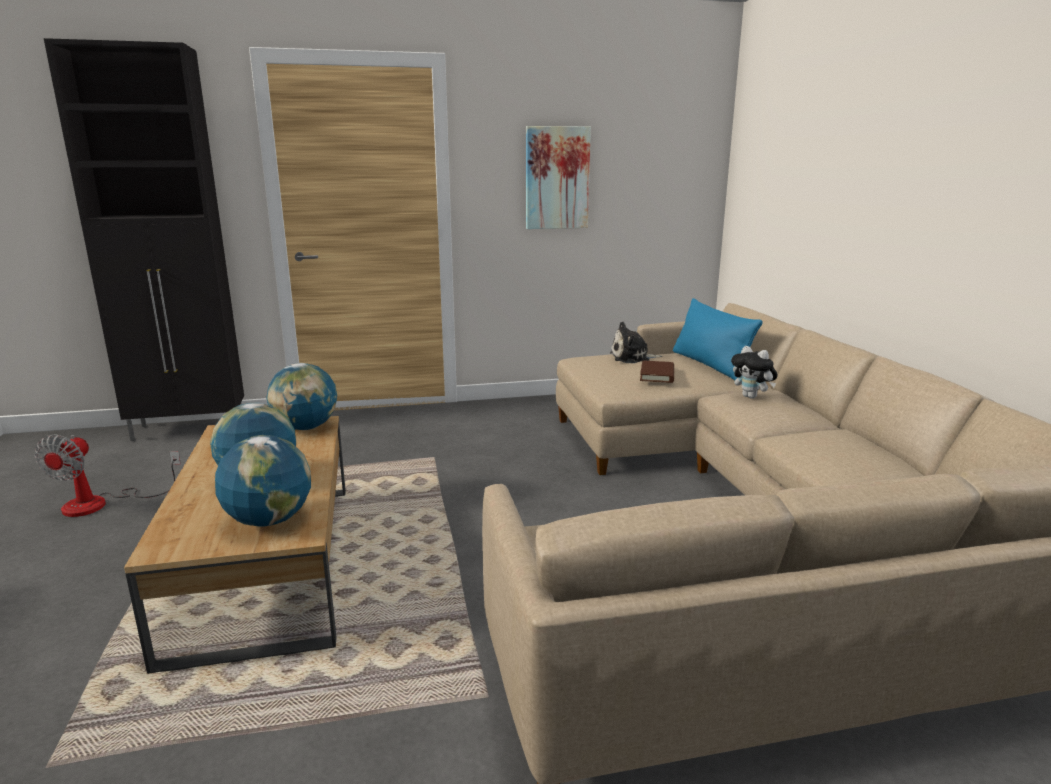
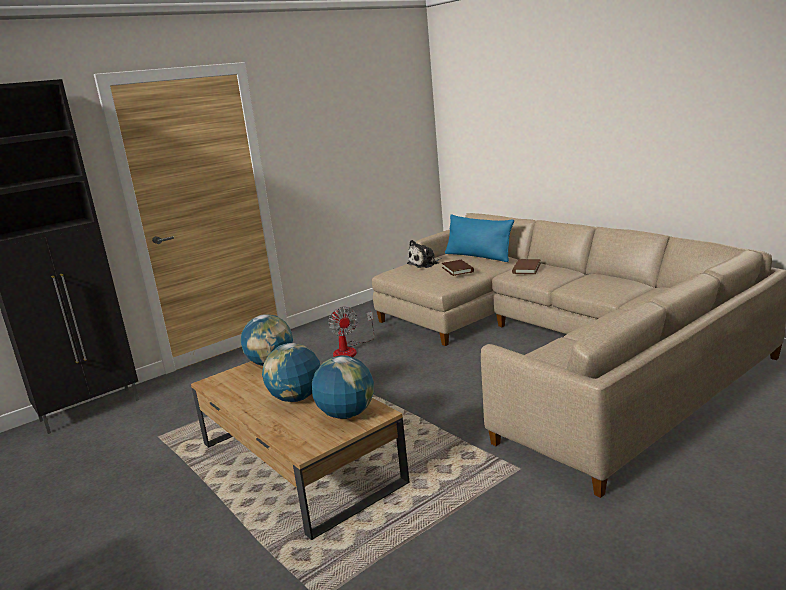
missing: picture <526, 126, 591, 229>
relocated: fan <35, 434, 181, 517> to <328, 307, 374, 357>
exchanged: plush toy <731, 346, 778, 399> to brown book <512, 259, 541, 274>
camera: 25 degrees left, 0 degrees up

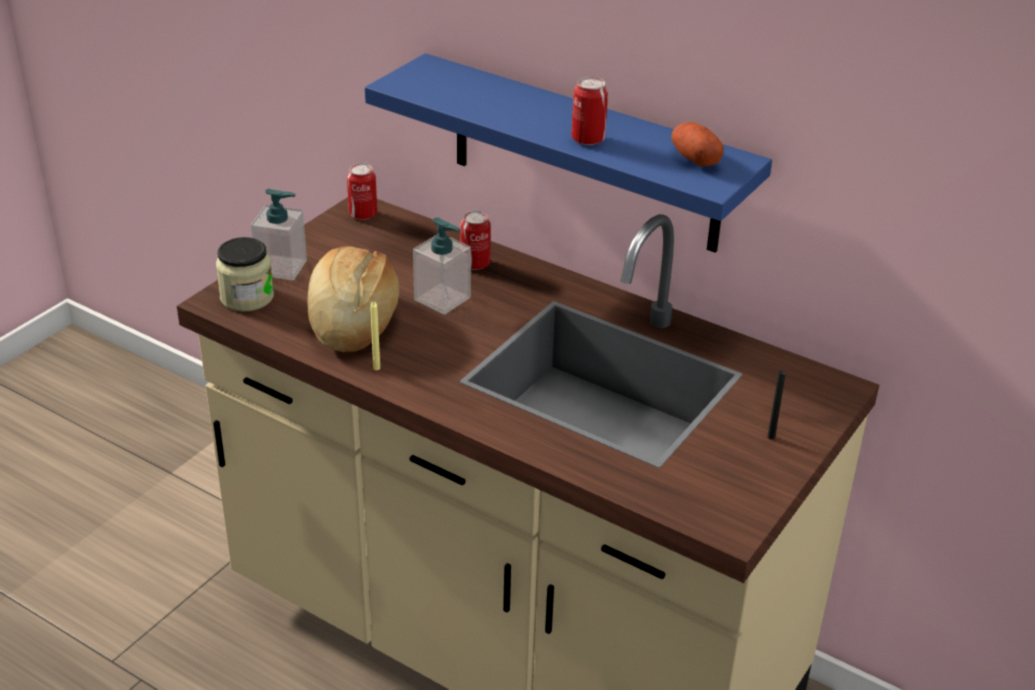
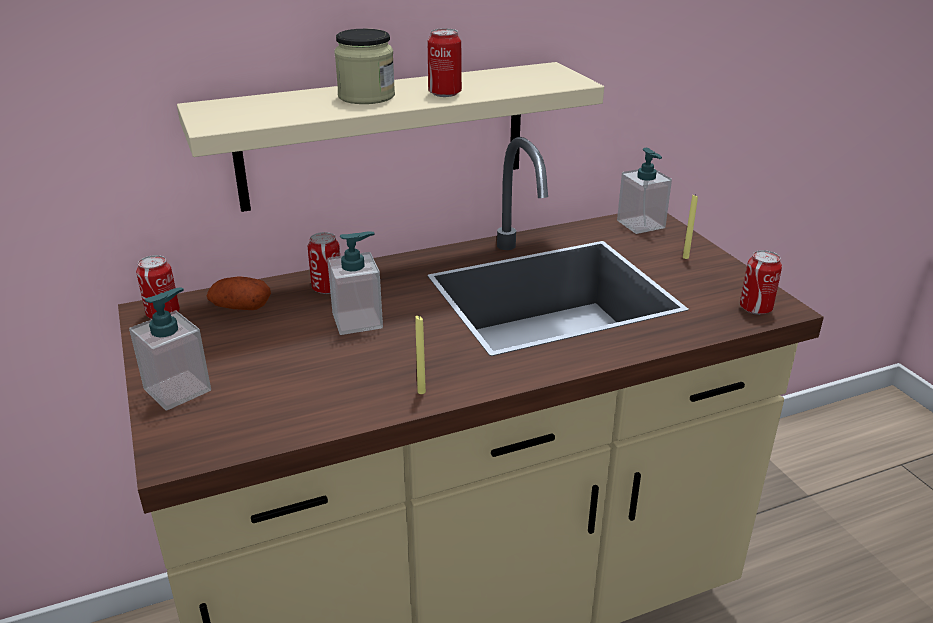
missing: bread <307, 246, 399, 352>
appeared: soap dispenser <617, 148, 672, 234>; can <740, 250, 782, 315>
relocated: jar <216, 237, 274, 312> to <334, 29, 395, 104>; potato <671, 122, 724, 167> to <207, 276, 271, 310>
colour: blue shelf <365, 53, 772, 253> to beige shelf <177, 62, 604, 212>; black candle <767, 370, 785, 439> to yellow candle <683, 194, 698, 259>
camera: 55 degrees left, 5 degrees down

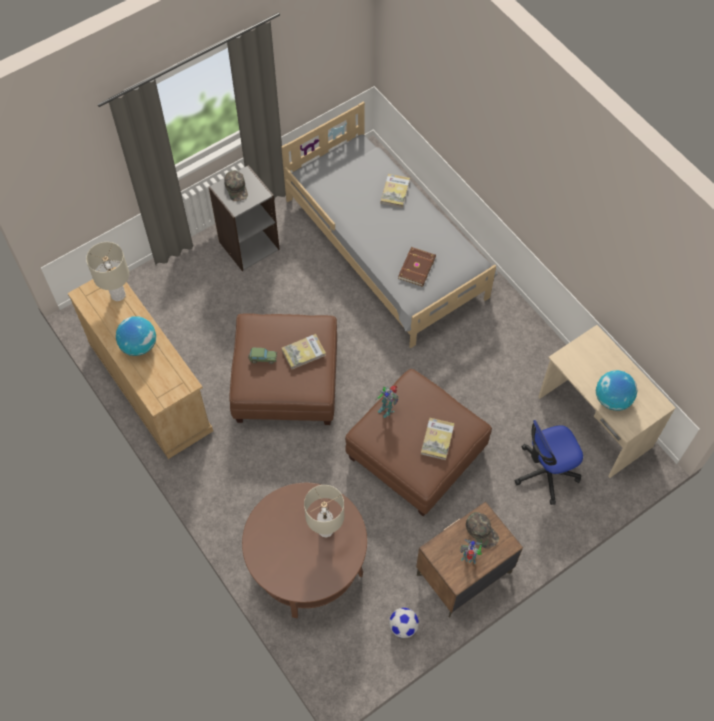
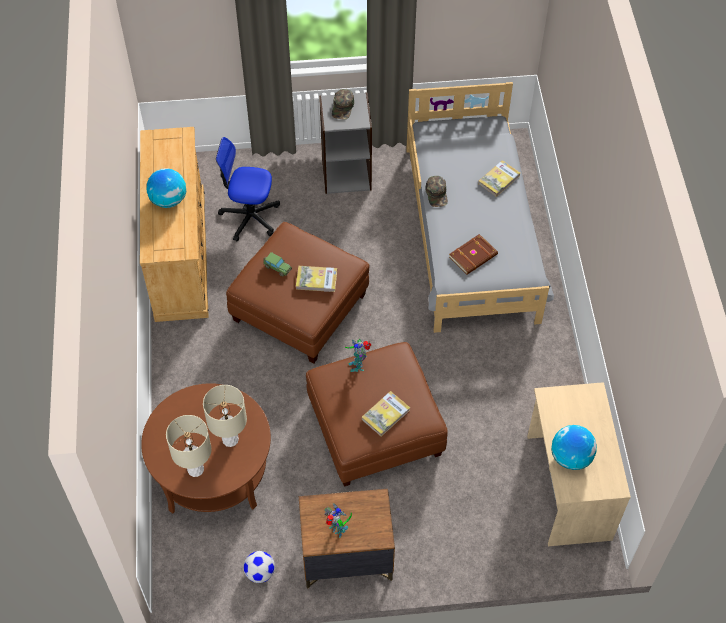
relocated: beige table lamp <86, 242, 129, 301> to <166, 415, 212, 477>; green cap <466, 512, 499, 549> to <425, 176, 448, 207>; office chair <514, 420, 583, 505> to <216, 137, 280, 241>
camera: 30 degrees right, 5 degrees down

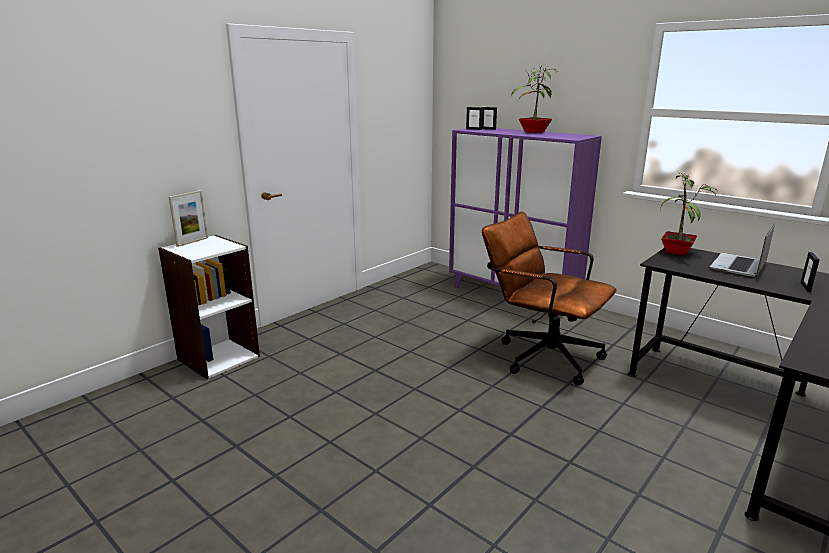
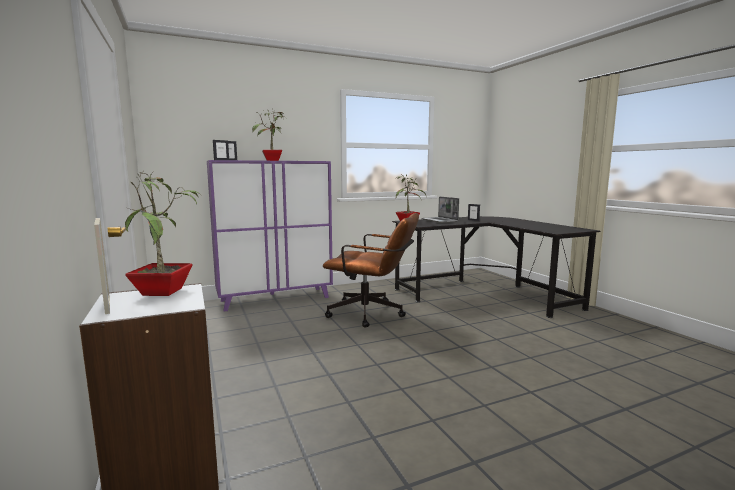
appeared: potted plant <125, 171, 201, 296>
spun: brown office chair <482, 212, 617, 386> = <323, 213, 419, 328> 135 degrees counterclockwise
camera: 65 degrees left, 10 degrees down

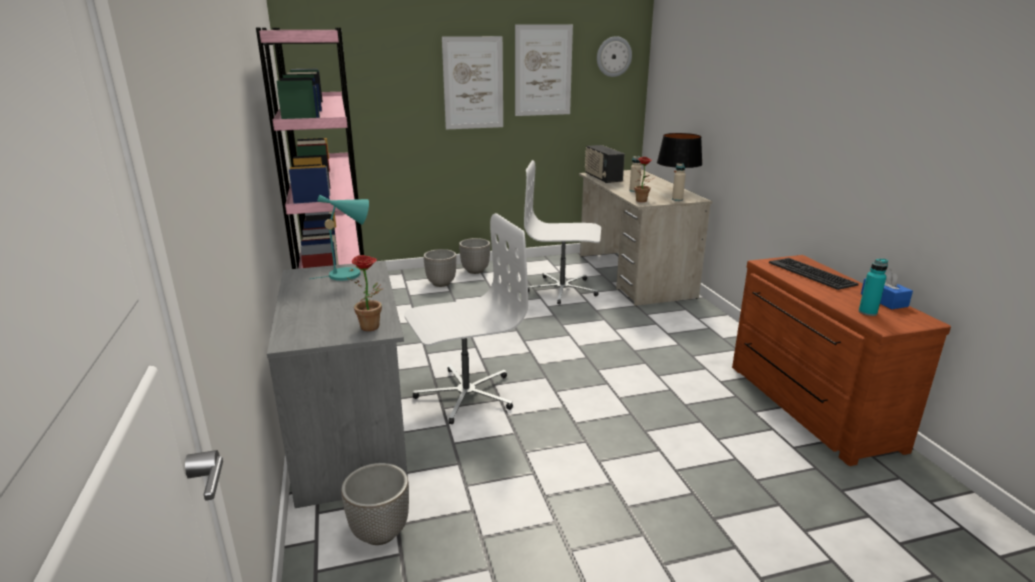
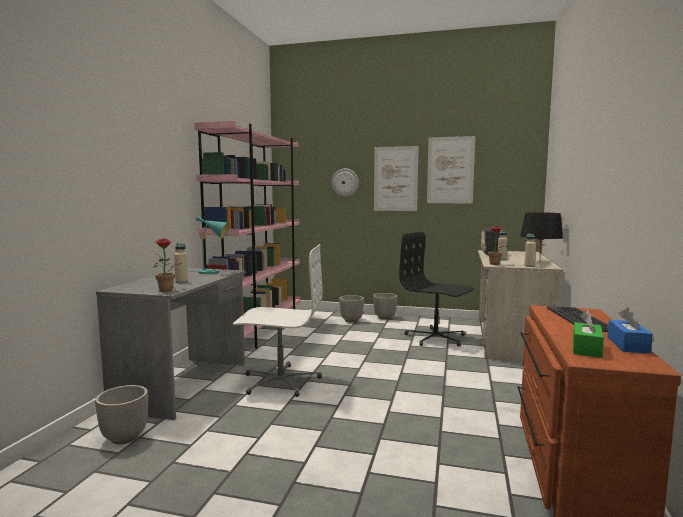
appeared: beige bottle <174, 243, 188, 283>
relocated: wall clock <597, 36, 632, 77> to <332, 168, 359, 197>
exchanged: turquoise bottle <859, 259, 888, 316> to green tissue box <573, 310, 604, 358>
colour: white office chair <524, 160, 601, 304> to black office chair <399, 231, 474, 347>
camera: 30 degrees right, 15 degrees down

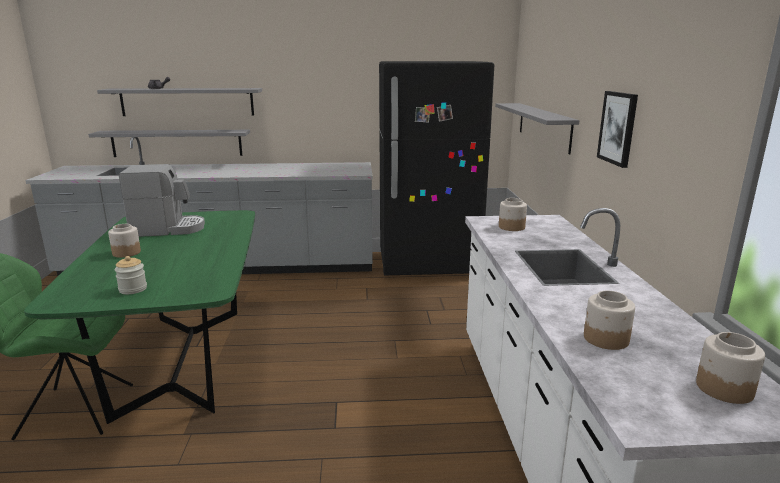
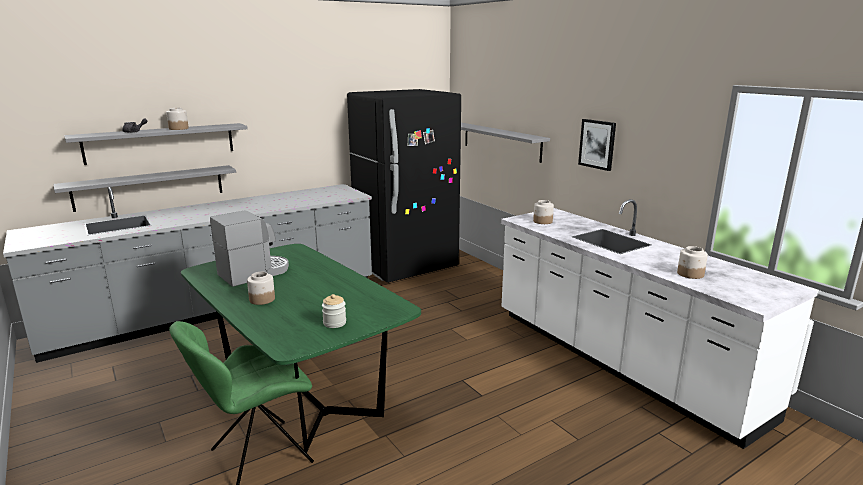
relocated: jar <696, 332, 765, 404> to <166, 108, 189, 130>
camera: 30 degrees left, 0 degrees up

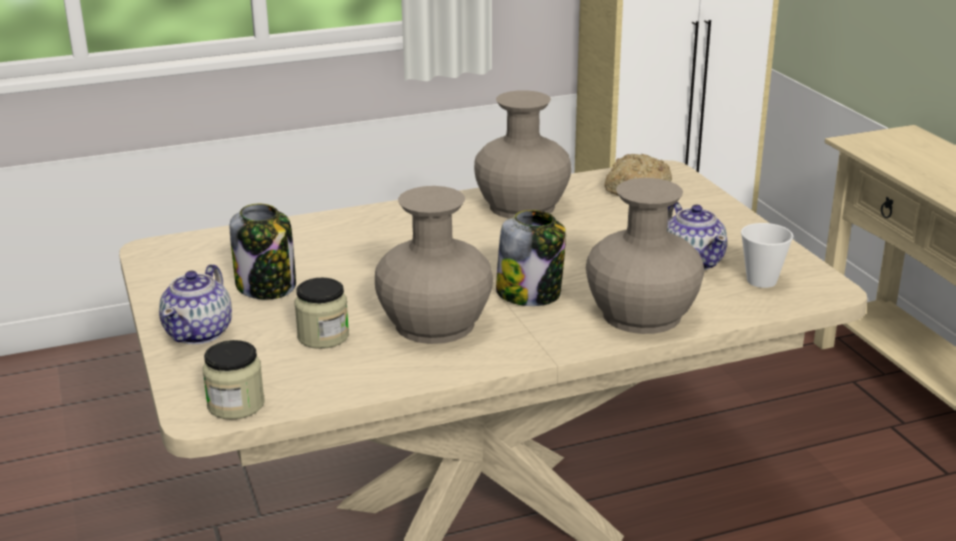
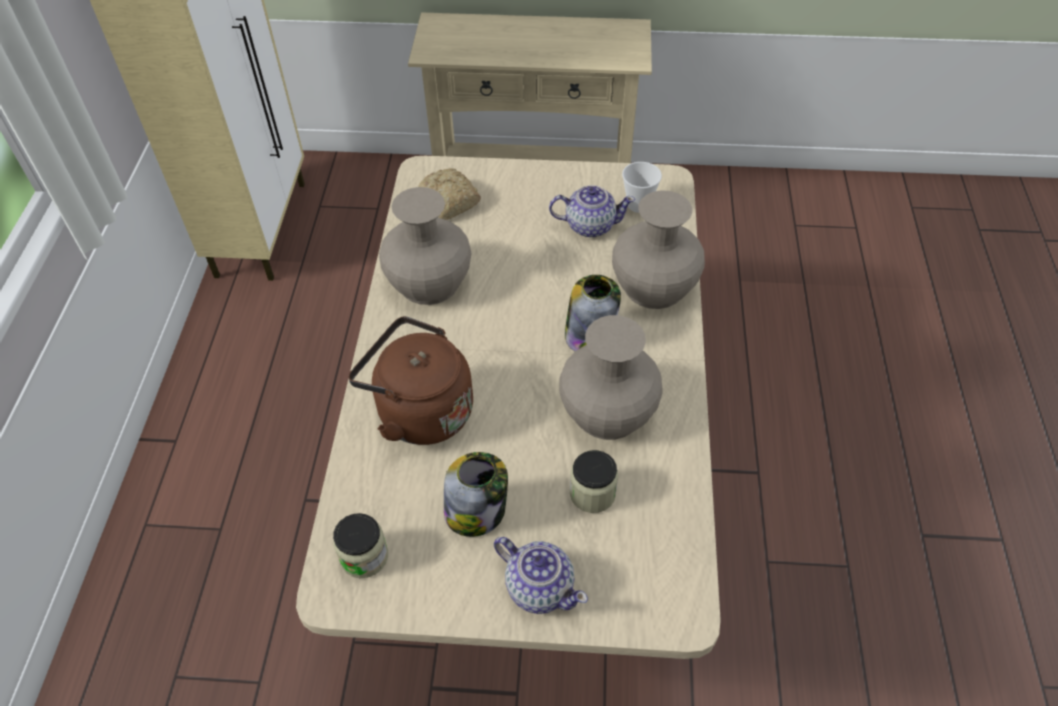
appeared: brown kettle <348, 316, 473, 445>
relocated: jar <202, 340, 265, 420> to <333, 513, 388, 578>
camera: 65 degrees left, 25 degrees up

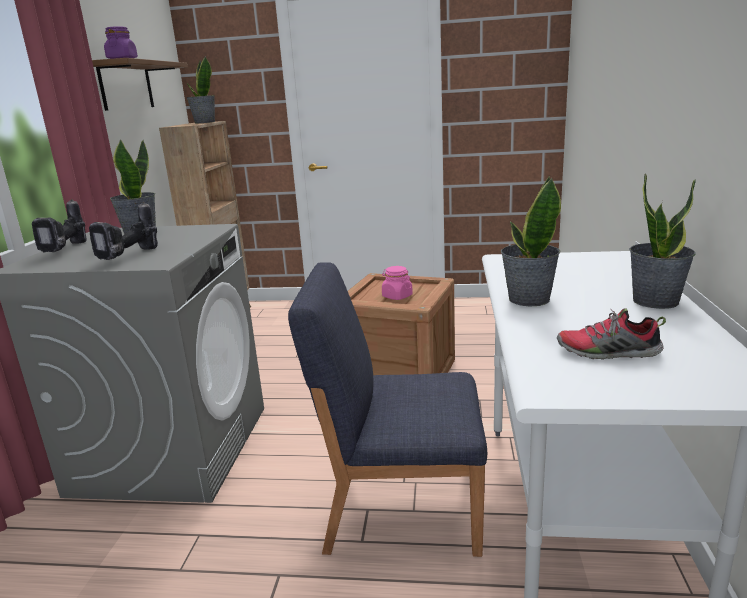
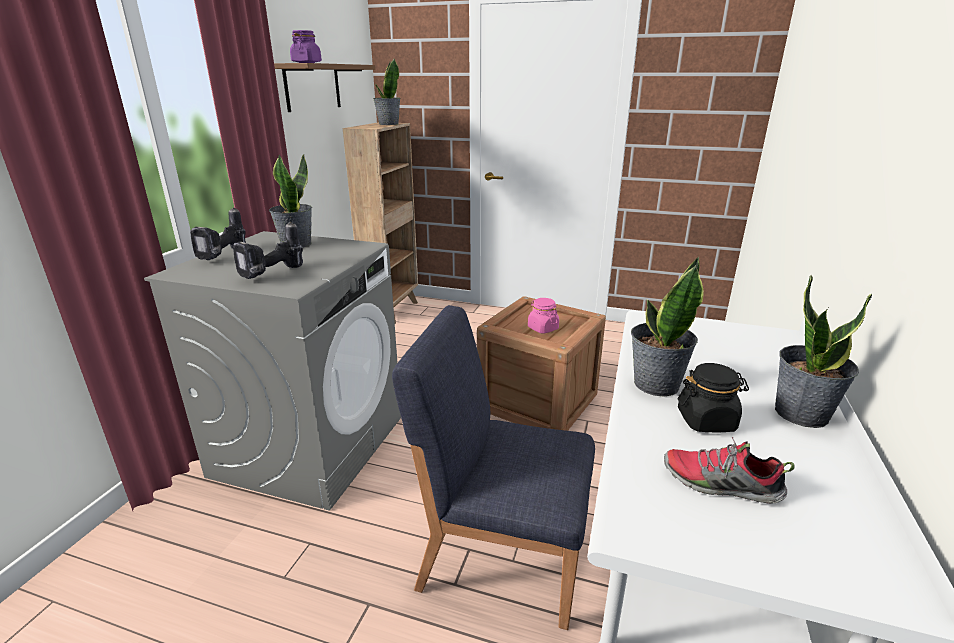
appeared: black jar <678, 363, 749, 433>
camera: 10 degrees right, 5 degrees up

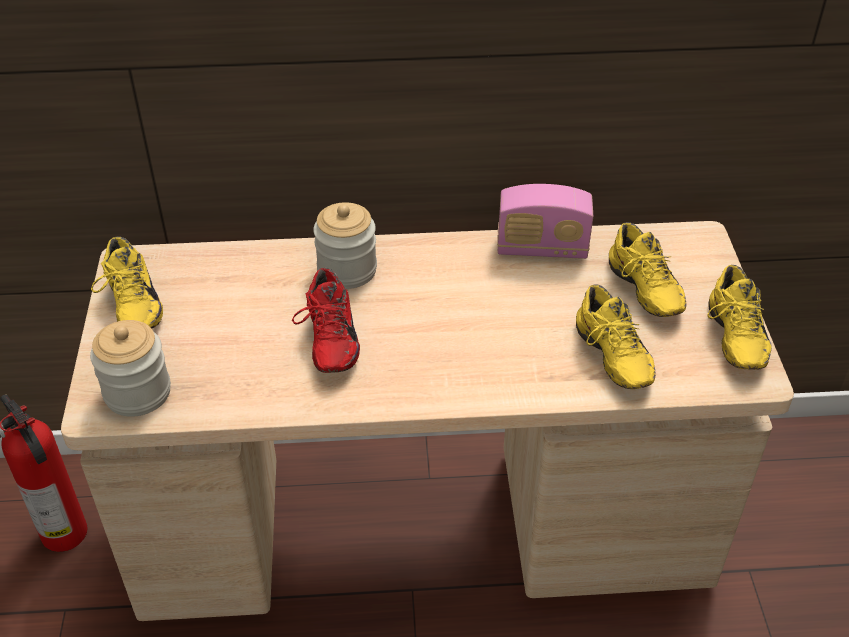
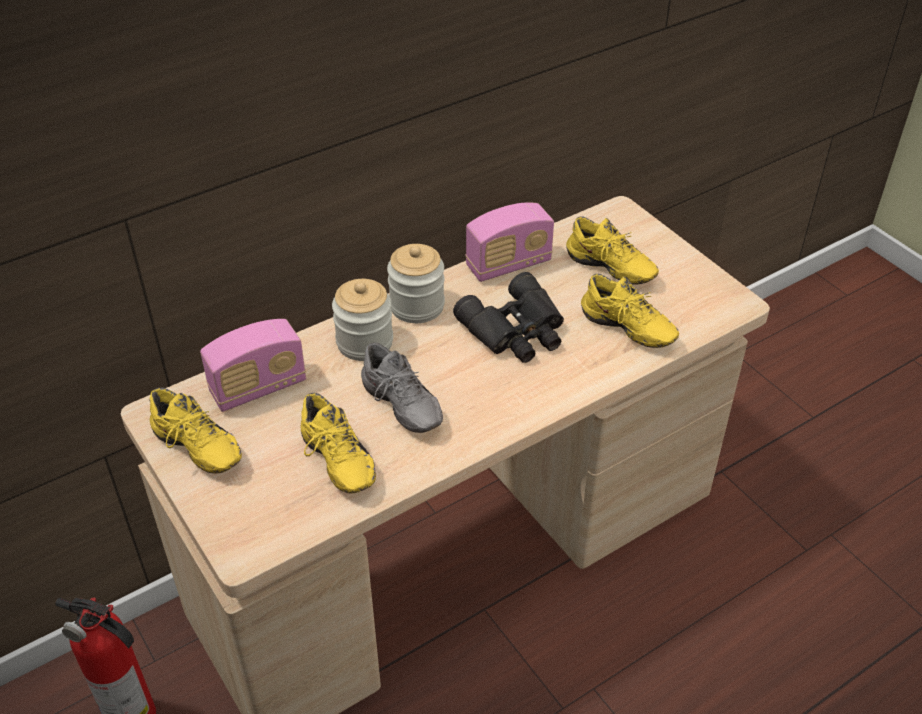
appeared: radio <200, 319, 306, 412>; black binoculars <453, 272, 564, 363>
relocated: jar <90, 320, 171, 417> to <387, 244, 445, 323>; yellow shoe <708, 265, 772, 370> to <301, 393, 376, 493>
colour: red shoe <292, 268, 360, 373> to grey shoe <361, 342, 443, 433>
camera: 30 degrees left, 0 degrees up

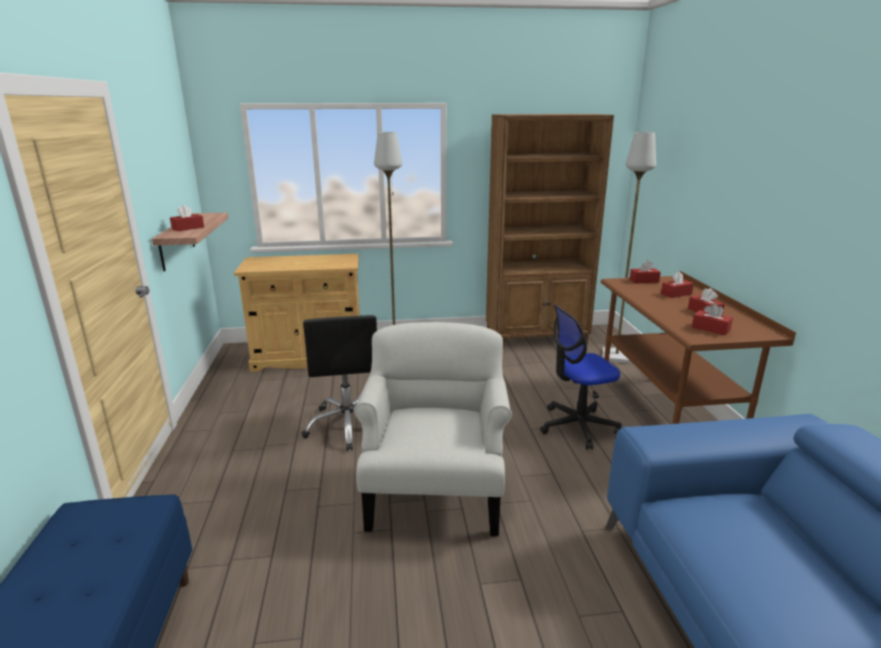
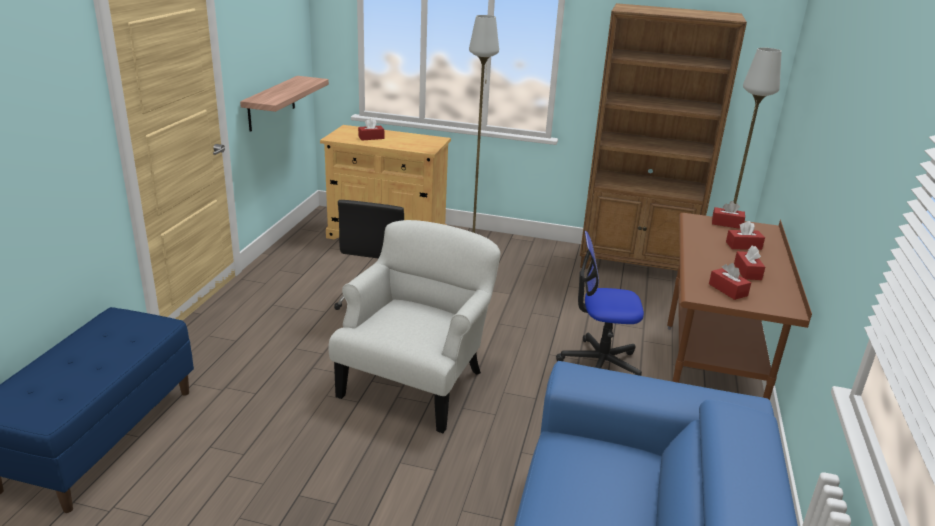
relocated: red tissue box <170, 205, 204, 231> to <358, 118, 384, 140>
camera: 20 degrees right, 5 degrees up

